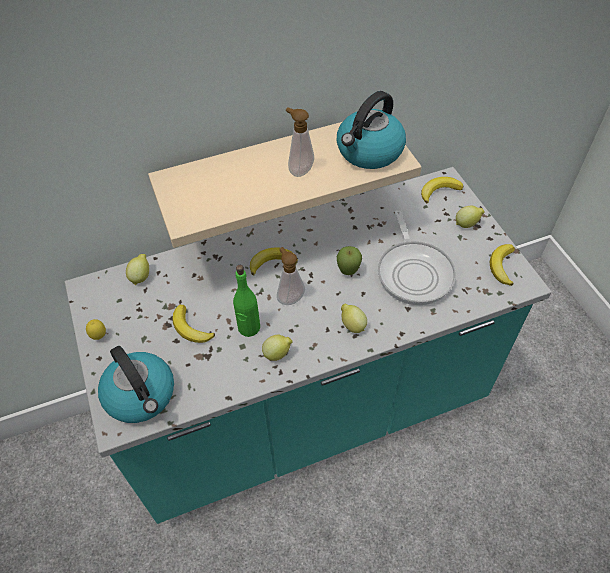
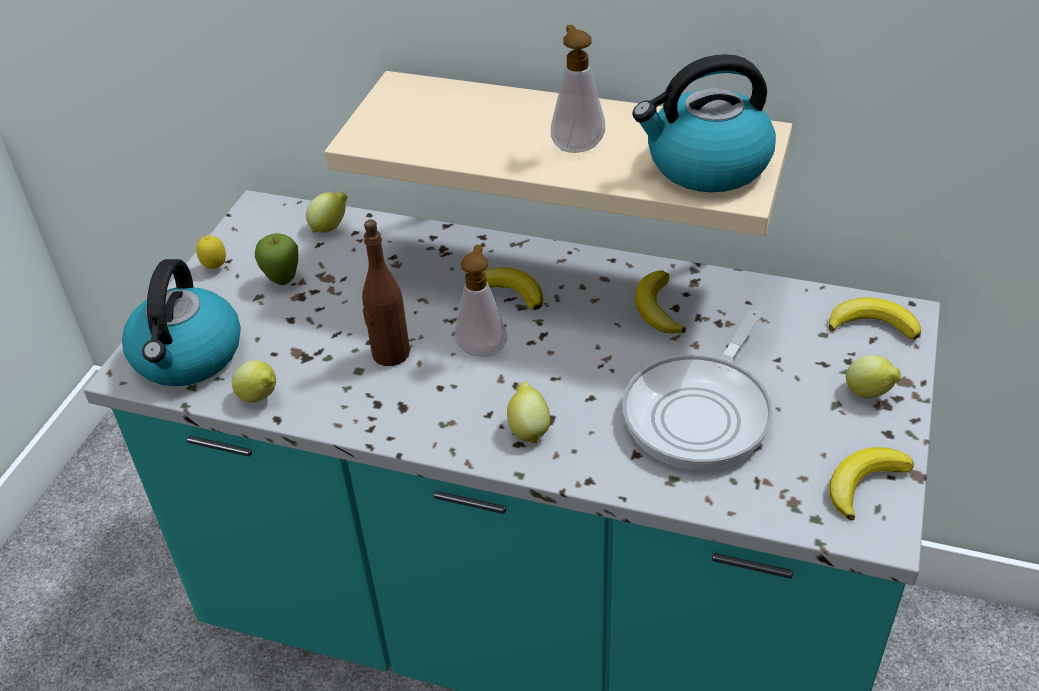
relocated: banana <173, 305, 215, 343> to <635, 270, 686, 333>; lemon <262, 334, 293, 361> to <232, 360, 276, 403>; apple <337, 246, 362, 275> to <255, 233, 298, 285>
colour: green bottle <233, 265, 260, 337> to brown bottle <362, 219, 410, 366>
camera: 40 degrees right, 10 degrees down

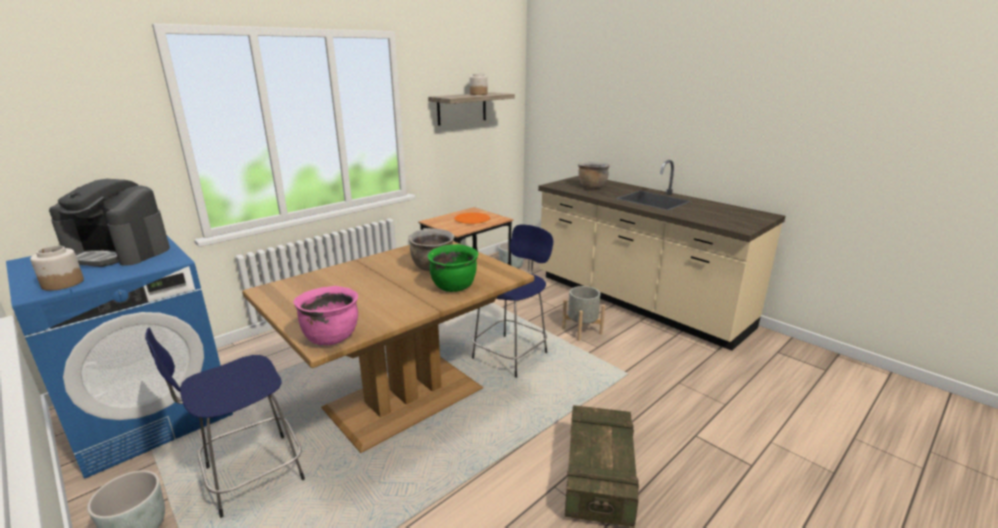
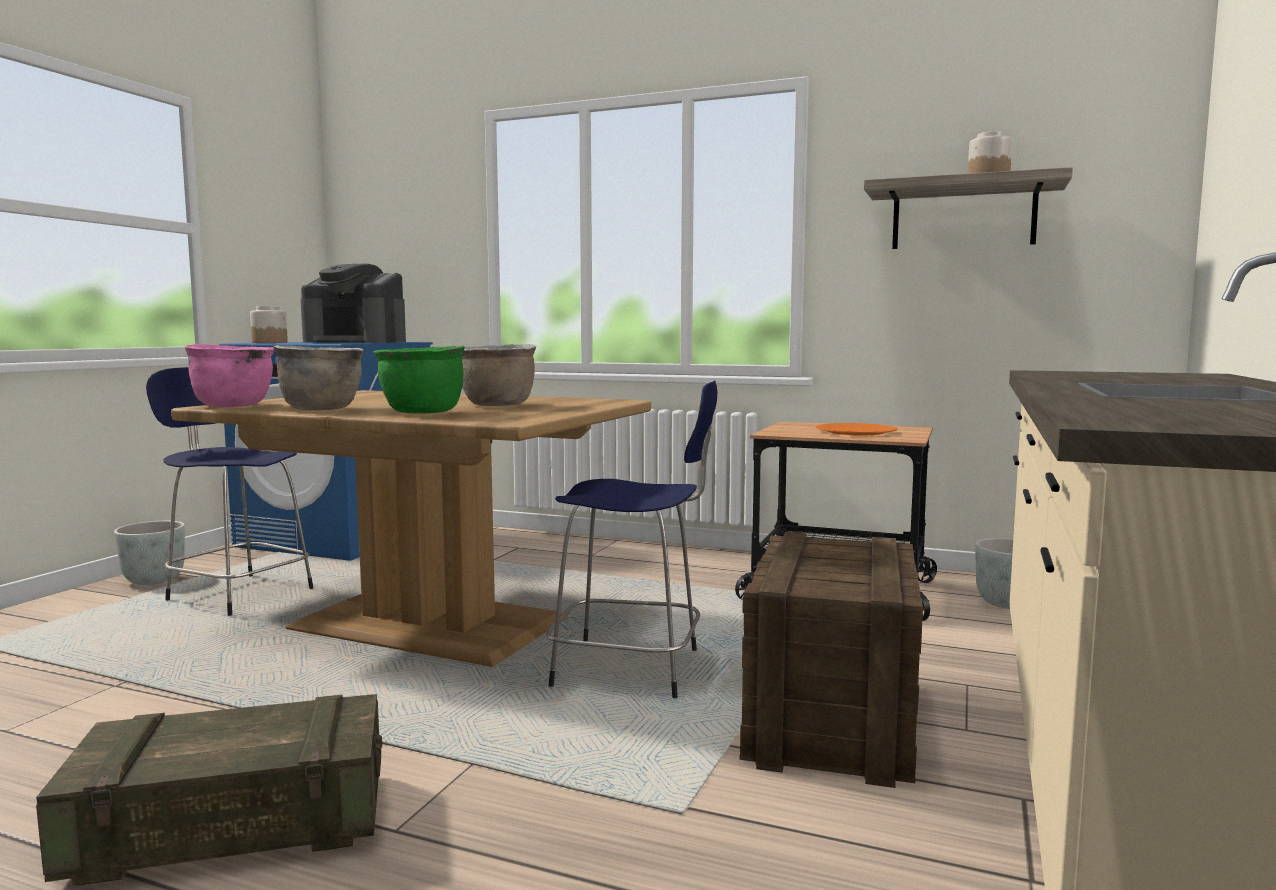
relocated: brown cooking pot <578, 161, 610, 189> to <273, 345, 364, 410>
exchanged: grey planter <562, 286, 605, 341> to crate <739, 532, 923, 788>
spun: coffee machine <49, 179, 170, 267> = <301, 263, 406, 343> 60 degrees counterclockwise
camera: 65 degrees right, 15 degrees down

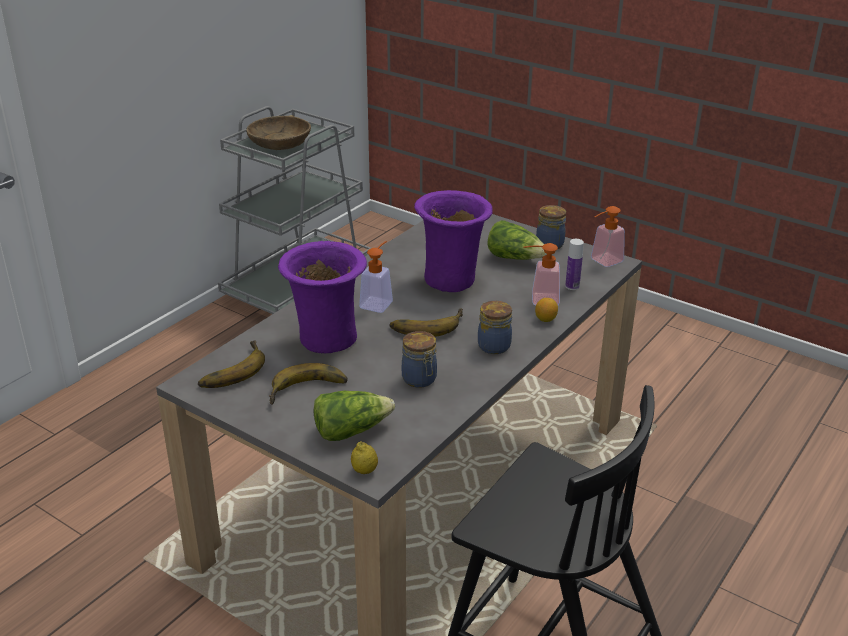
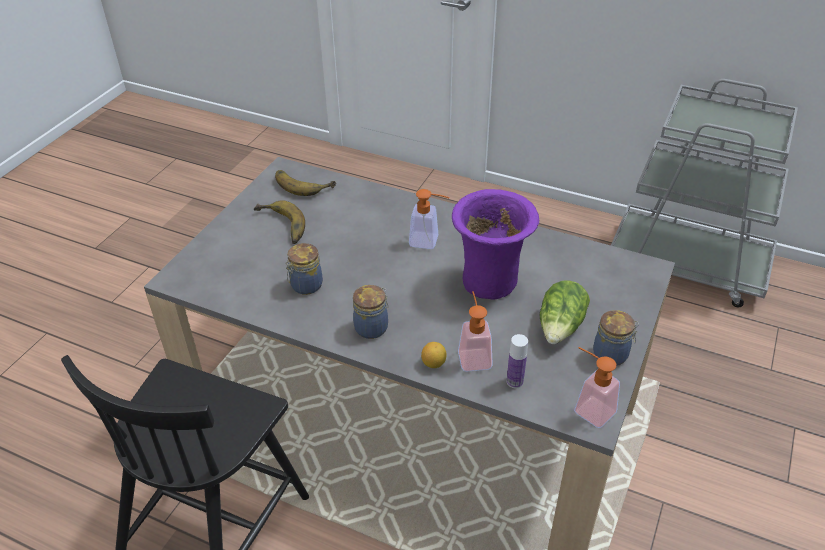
missing: brown bowl <246, 115, 311, 150>; purple vase <278, 241, 367, 353>; lettuce <313, 391, 395, 441>; lemon <351, 441, 378, 474>; banana <389, 309, 463, 337>
camera: 80 degrees right, 10 degrees up

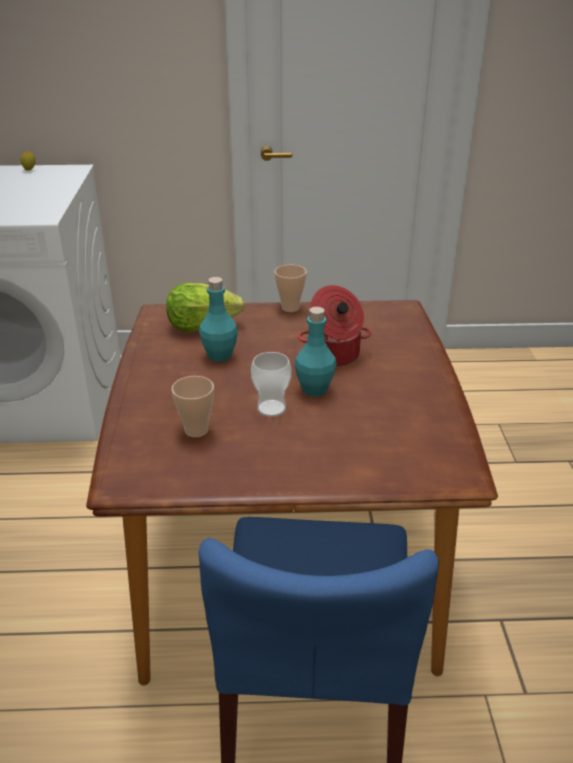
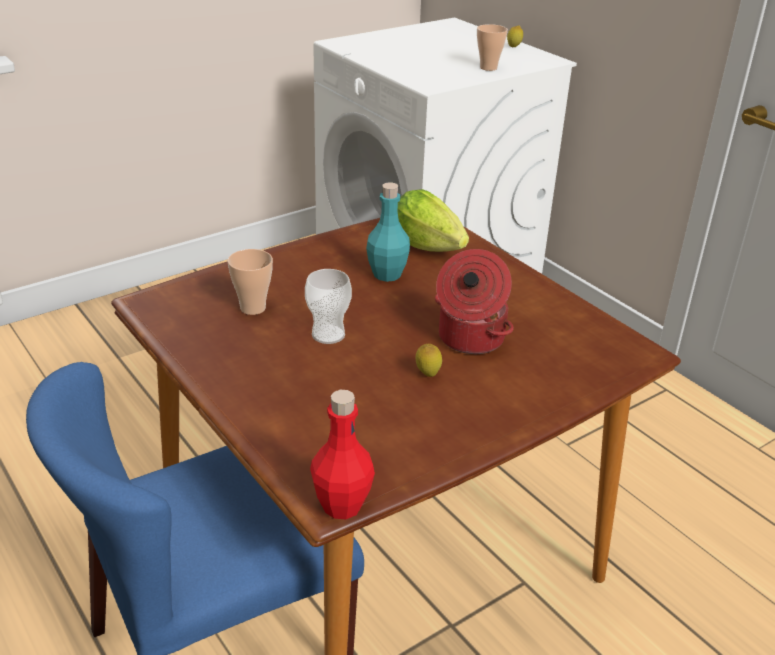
missing: turquoise bottle <295, 307, 336, 396>
appeared: red bottle <310, 390, 375, 519>; lemon <416, 344, 442, 377>
relocated: cup <275, 265, 307, 312> to <477, 24, 508, 71>
camera: 55 degrees right, 0 degrees up

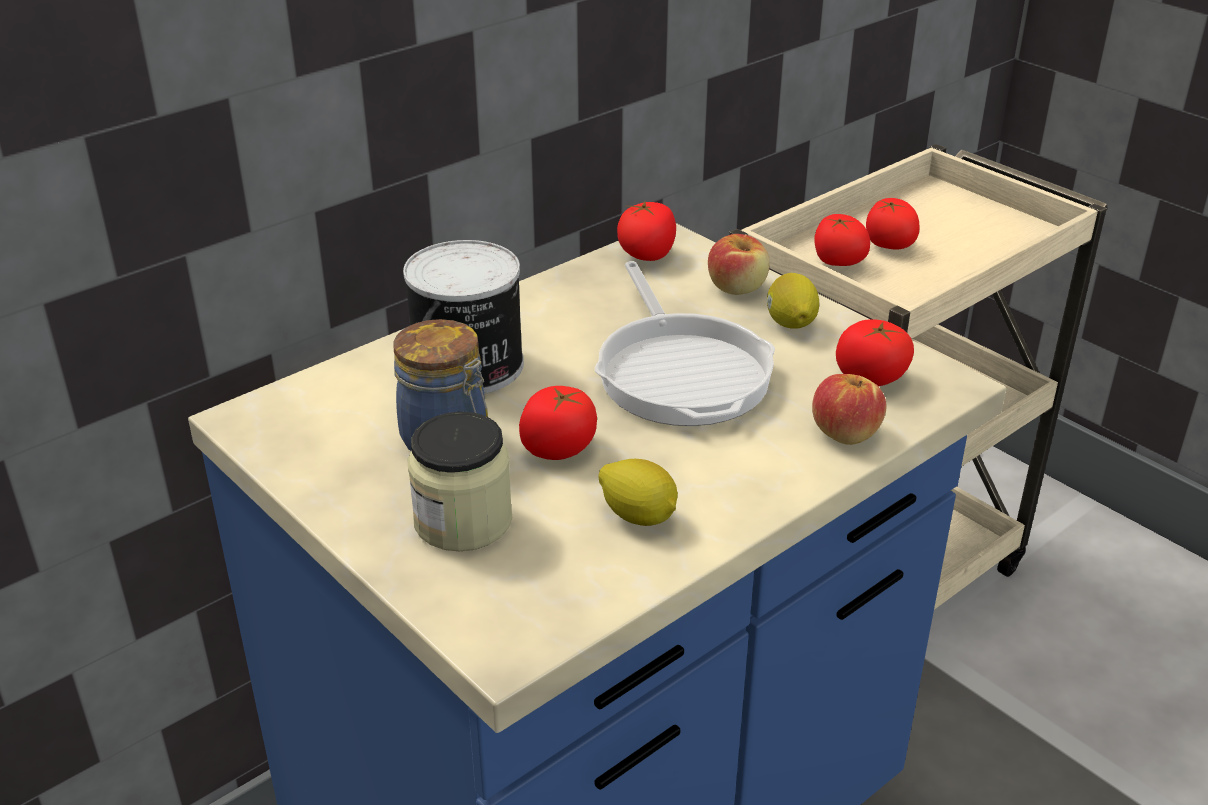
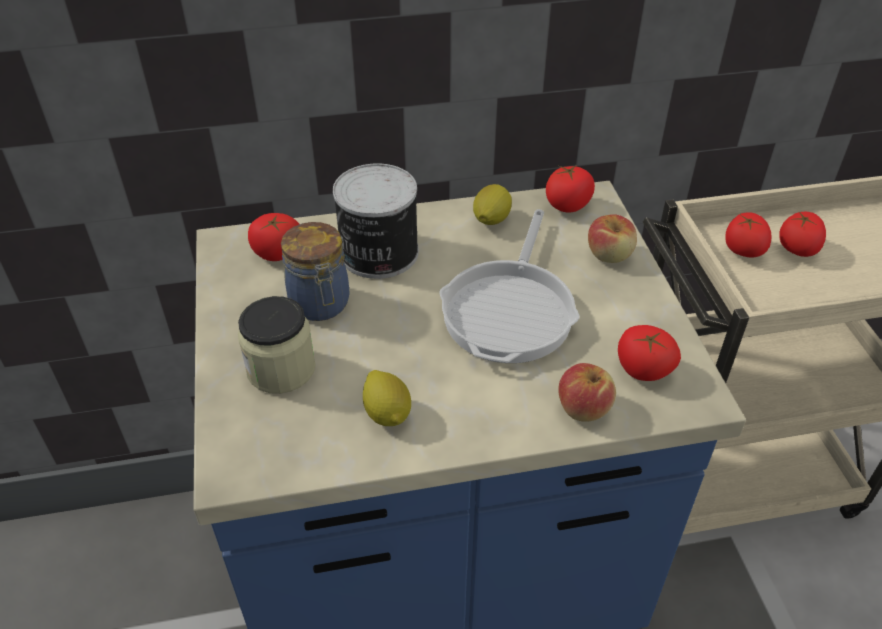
relocated: tomato <519, 386, 597, 460> to <248, 213, 299, 261>; lemon <767, 273, 819, 329> to <473, 184, 512, 225>
camera: 30 degrees right, 10 degrees up

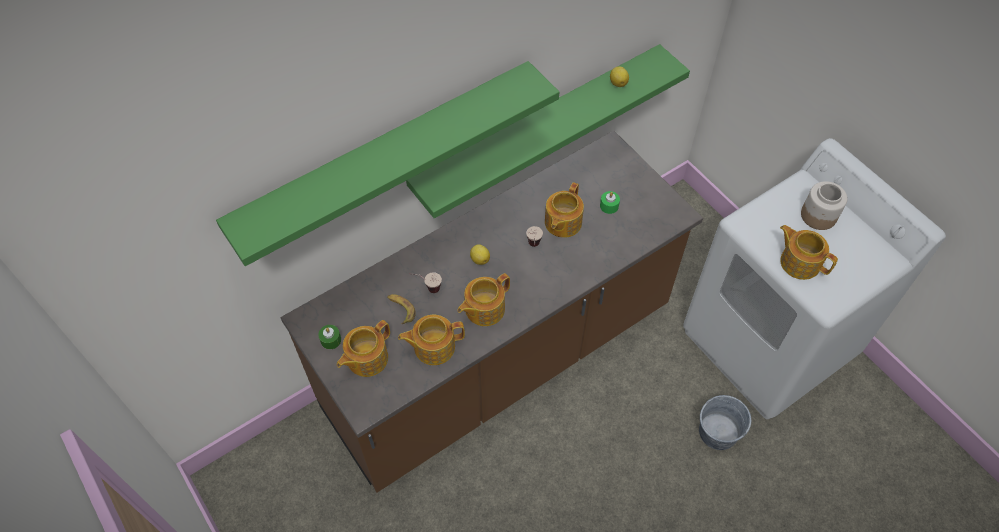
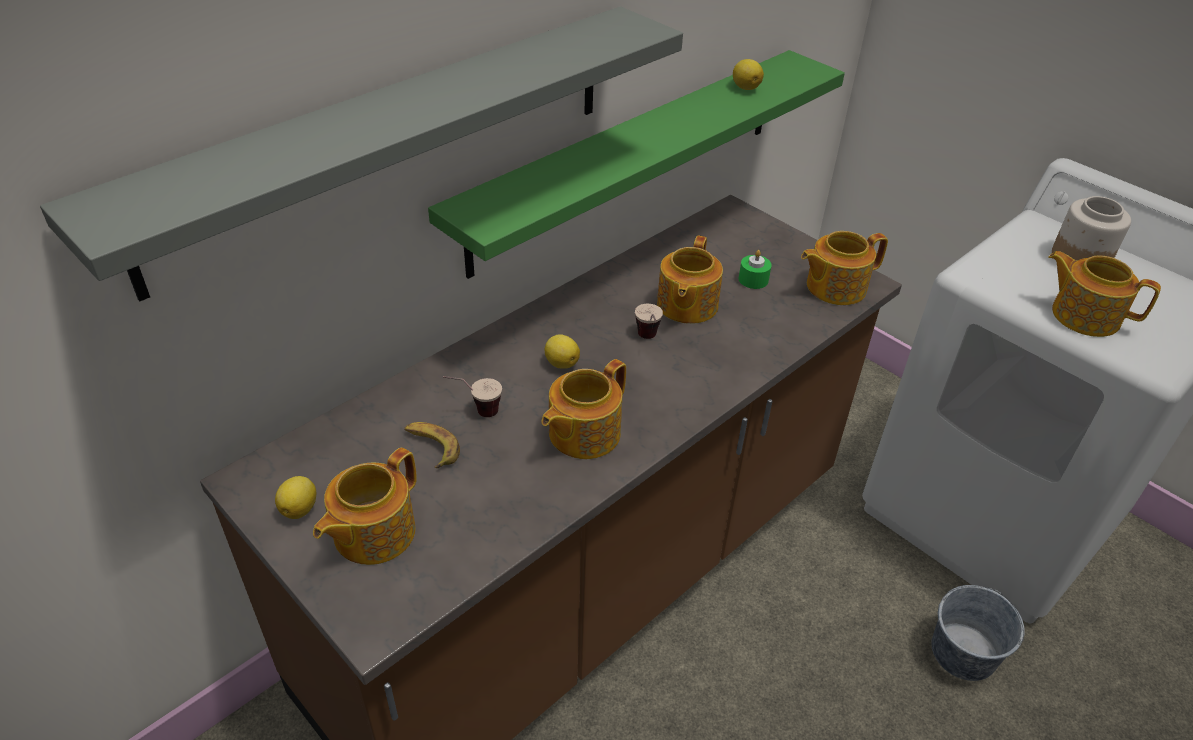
relocated: teapot <398, 315, 465, 365> to <801, 231, 888, 305>
exchanged: green candle <318, 325, 341, 349> to lemon <275, 476, 316, 519>
colour: green shelf <216, 61, 559, 266> to grey shelf <40, 6, 683, 301>
camera: 10 degrees left, 15 degrees down

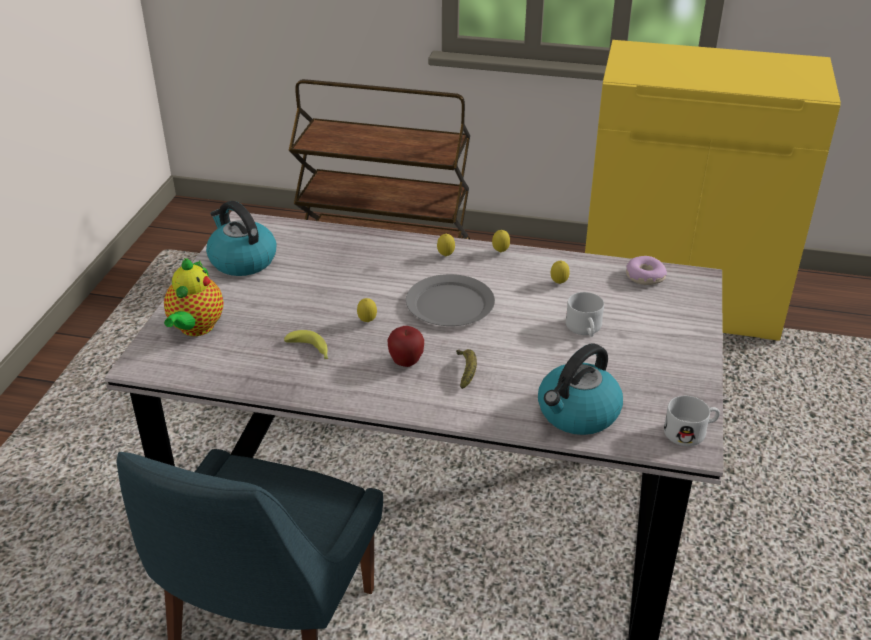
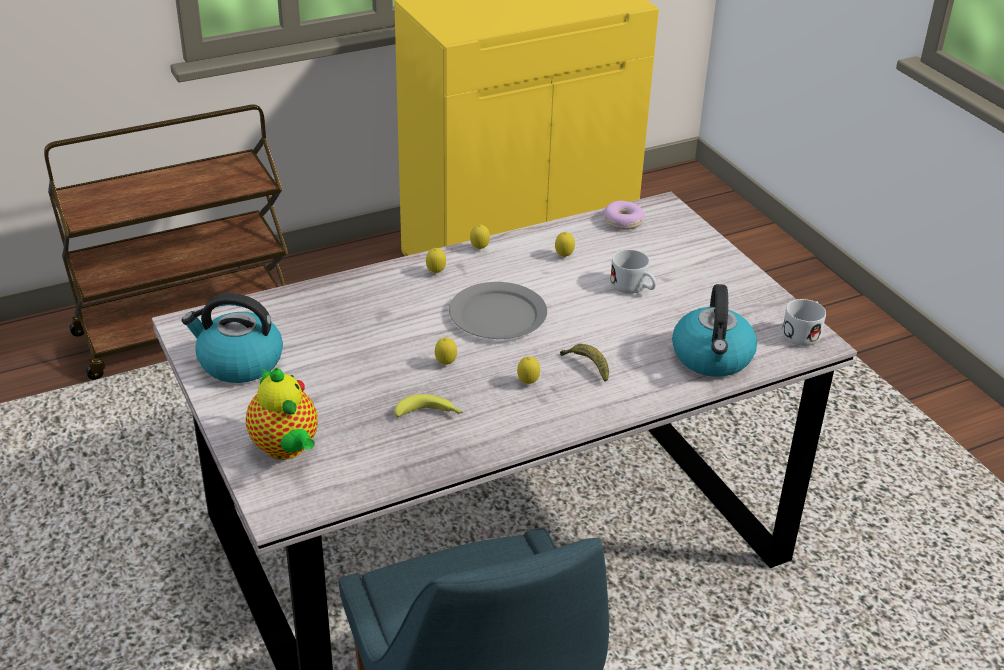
exchanged: apple <388, 326, 424, 367> to lemon <517, 356, 540, 384>
camera: 40 degrees left, 0 degrees up

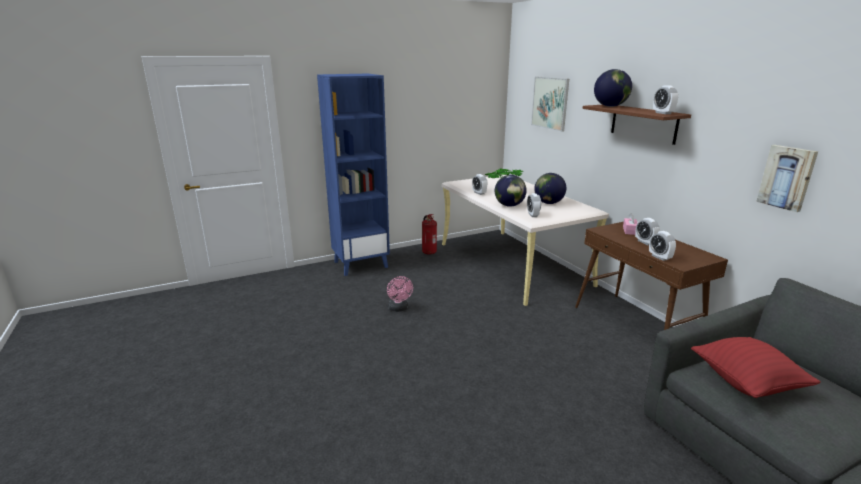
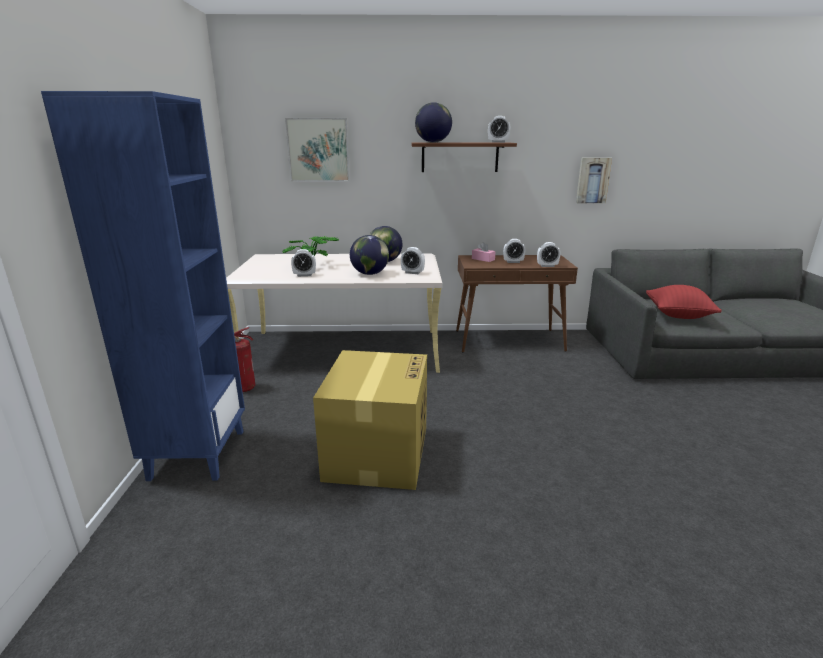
exchanged: pink fan <387, 276, 413, 312> to cardboard box <313, 350, 427, 490>
camera: 65 degrees left, 0 degrees up

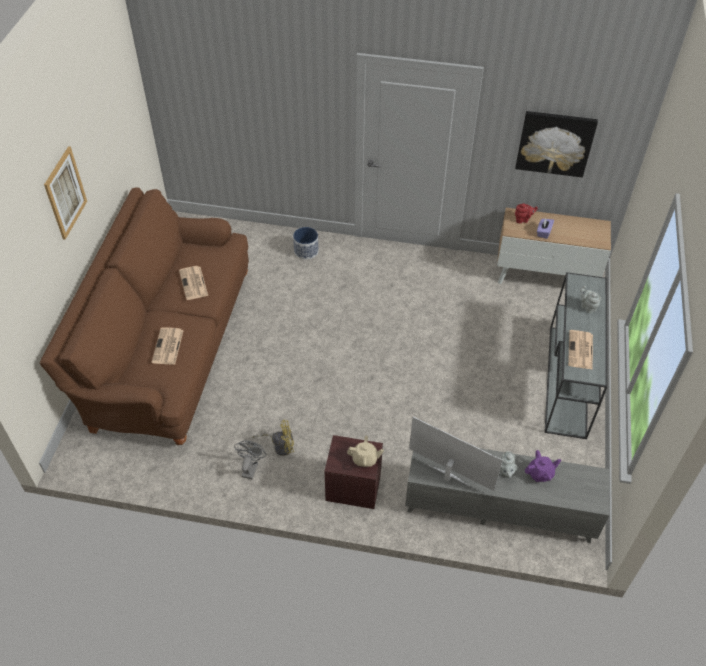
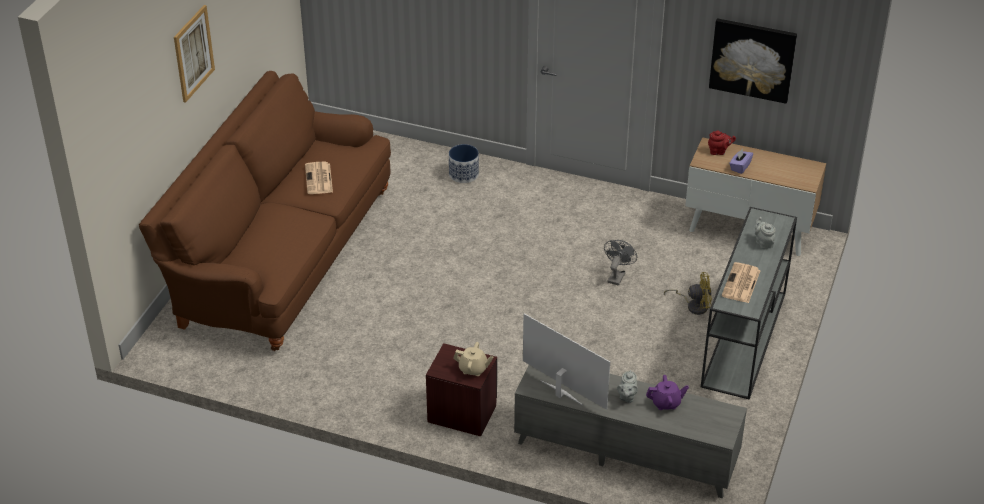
missing: newspaper <152, 327, 184, 365>
relocated: grey fan <234, 441, 266, 479> to <604, 240, 637, 286>; yellow fan <252, 420, 294, 456> to <664, 272, 712, 315>
camera: 10 degrees right, 10 degrees down

